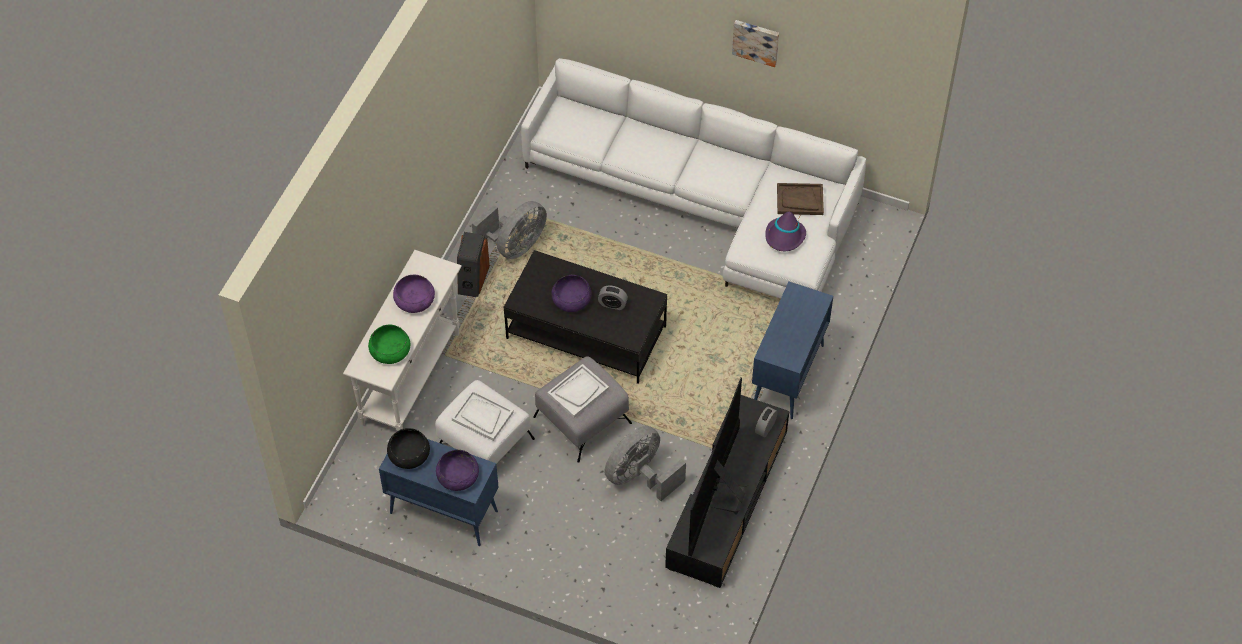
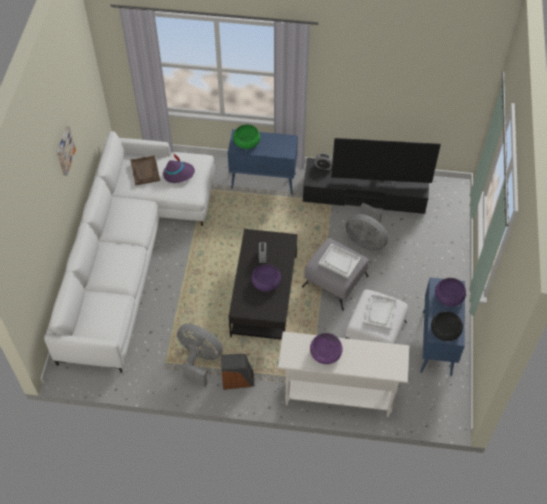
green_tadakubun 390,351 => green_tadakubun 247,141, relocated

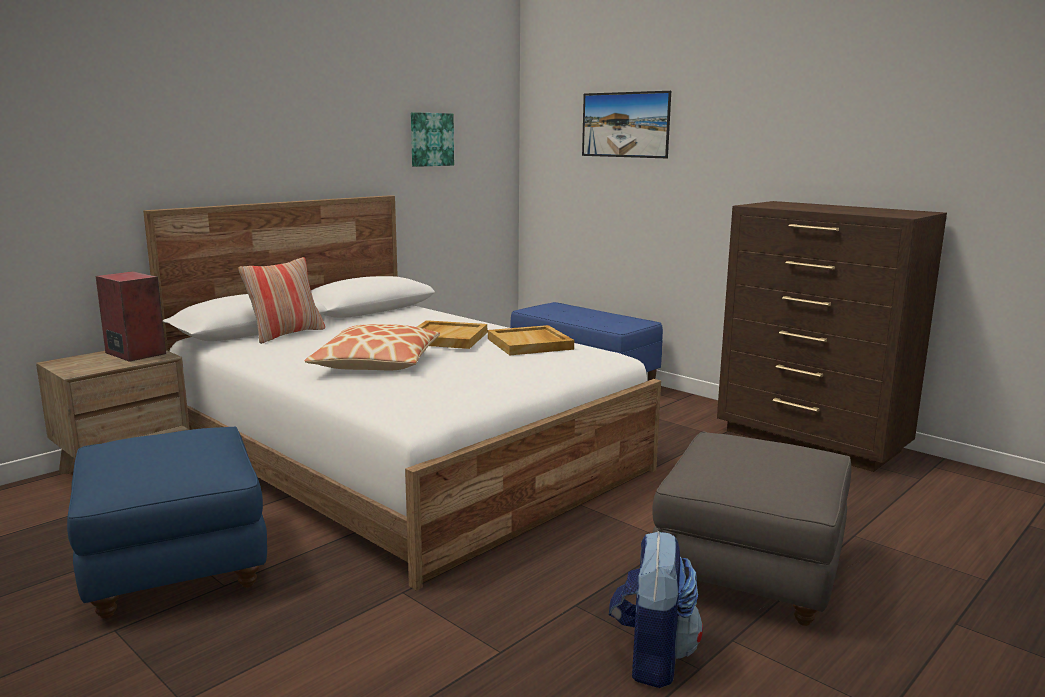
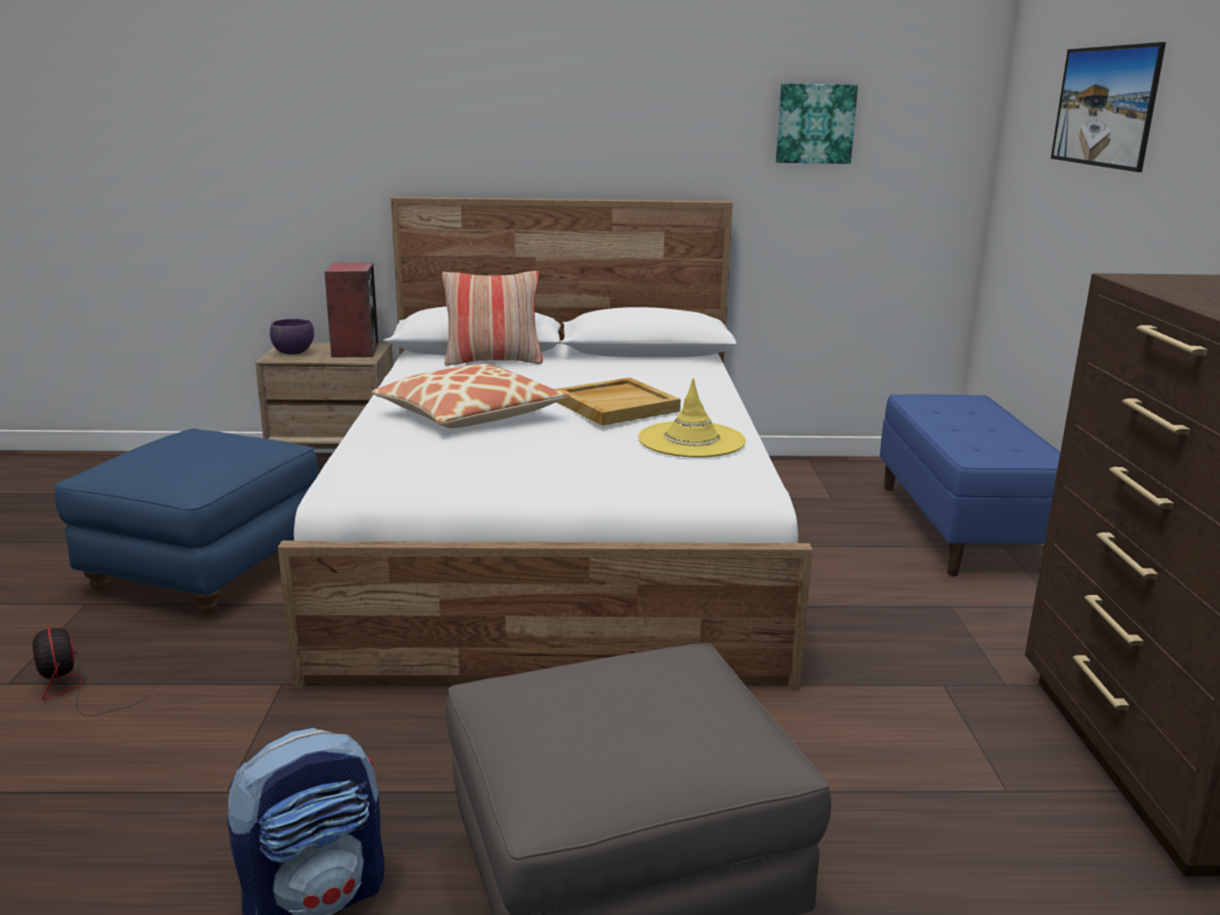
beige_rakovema 530,344 => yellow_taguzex 691,440
nothing => purple_tadakubun 293,353
nothing => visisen 84,689

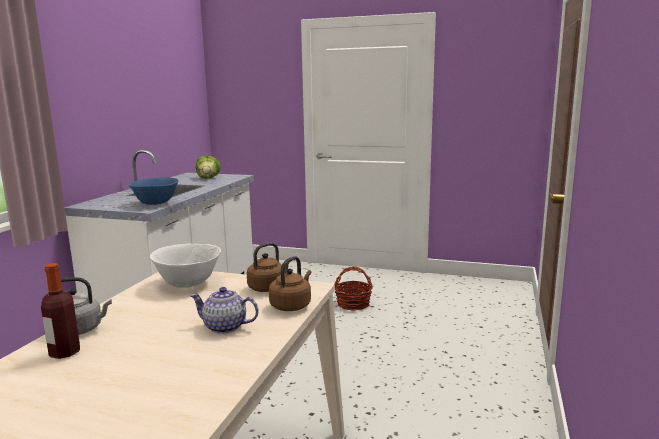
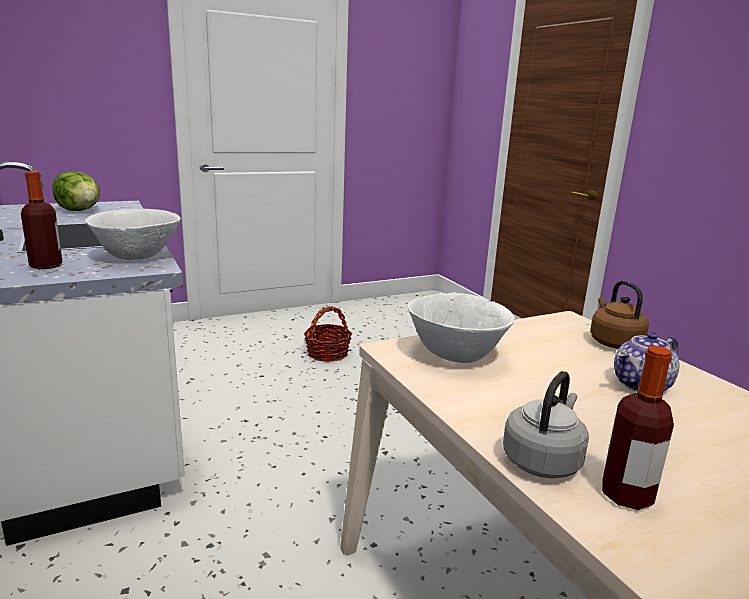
blue_tadakubun 156,204 => white_tadakubun 137,257
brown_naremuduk 268,287 => nothing
nothing => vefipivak 46,266

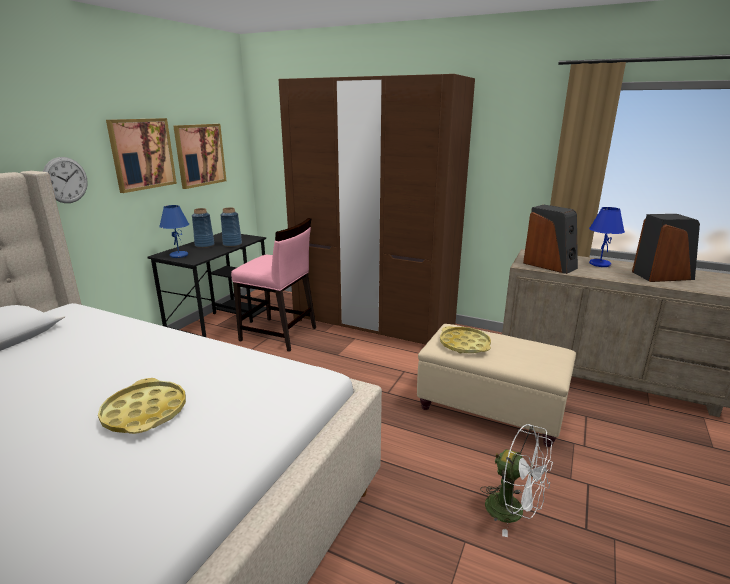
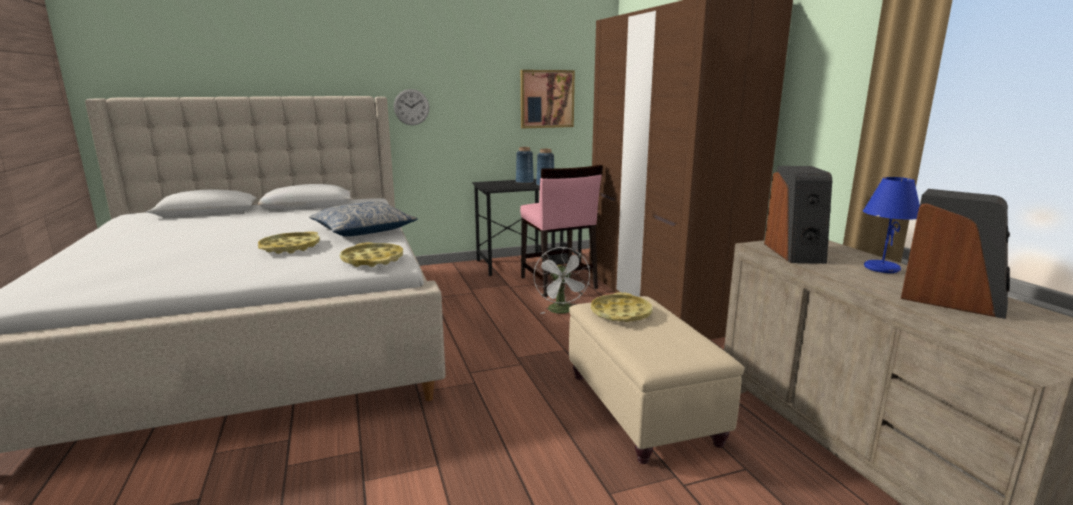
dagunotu 142,154 => nothing
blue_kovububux 179,255 => nothing
white_visisen 513,511 => white_visisen 562,311, relocated
nothing => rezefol 363,230
nothing => yellow_rakovema 372,260

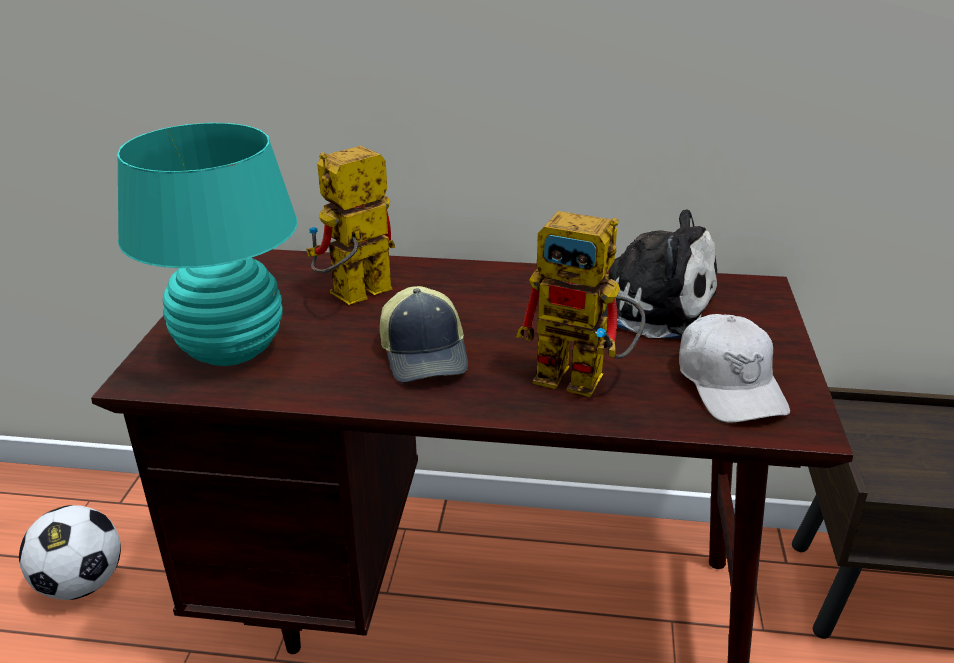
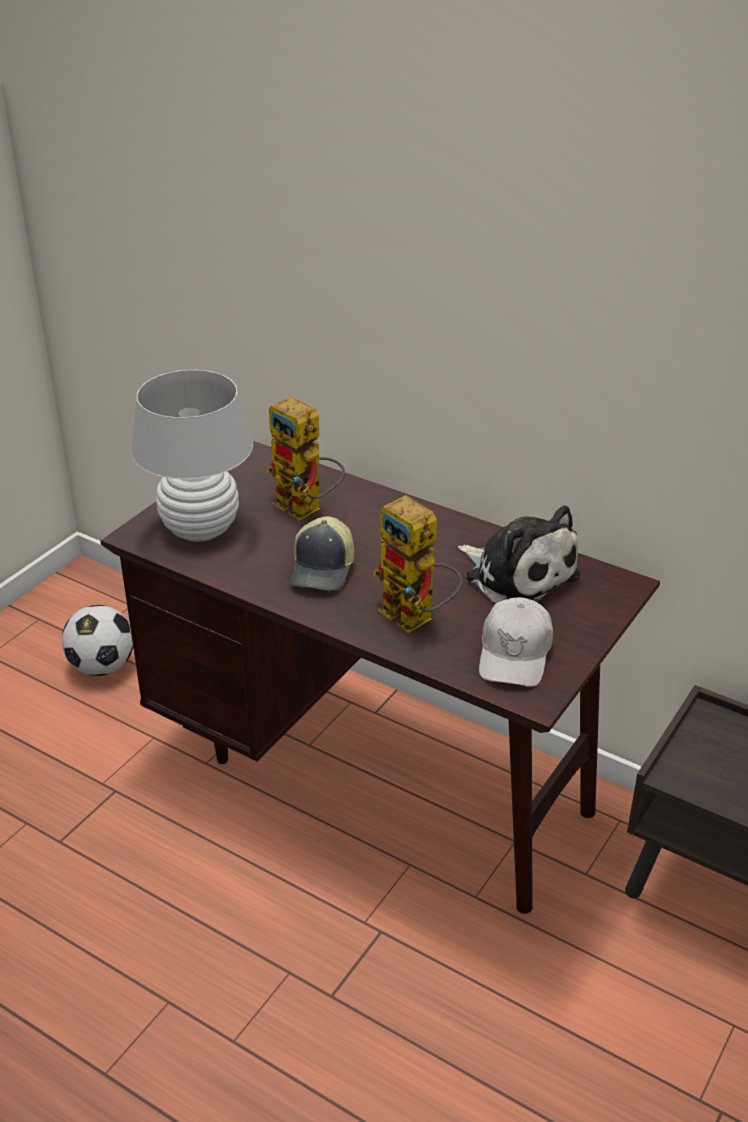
turquoise_kovububux 230,350 => white_kovububux 200,529
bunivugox 353,298 => bunivugox 307,509, 120 degrees counterclockwise

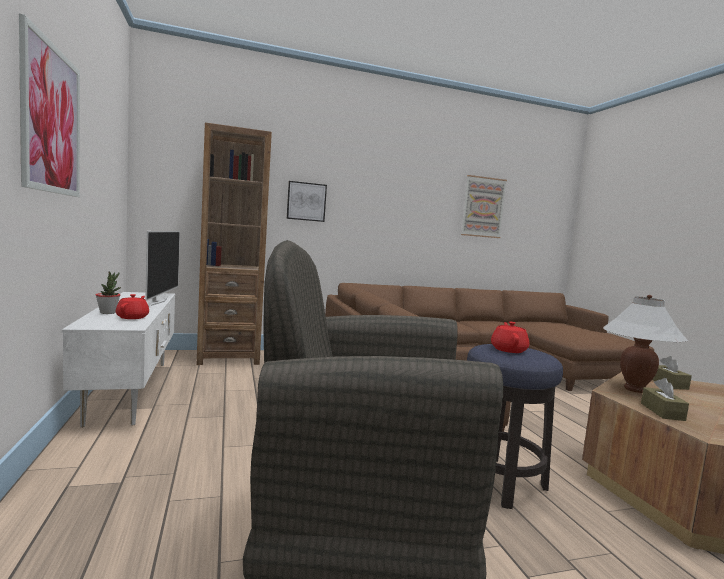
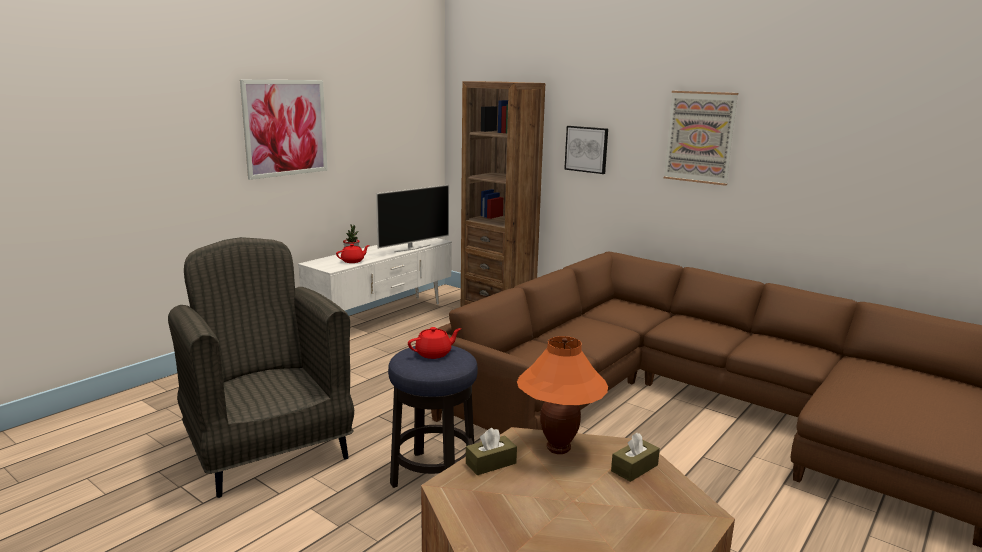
dagunotu 483,207 => dagunotu 700,137, relocated
white_kovububux 634,389 => orange_kovububux 558,448

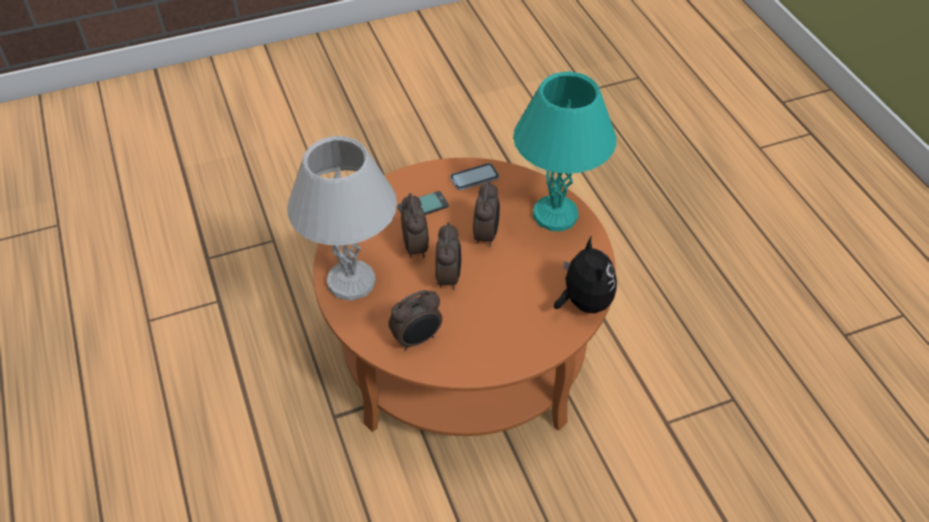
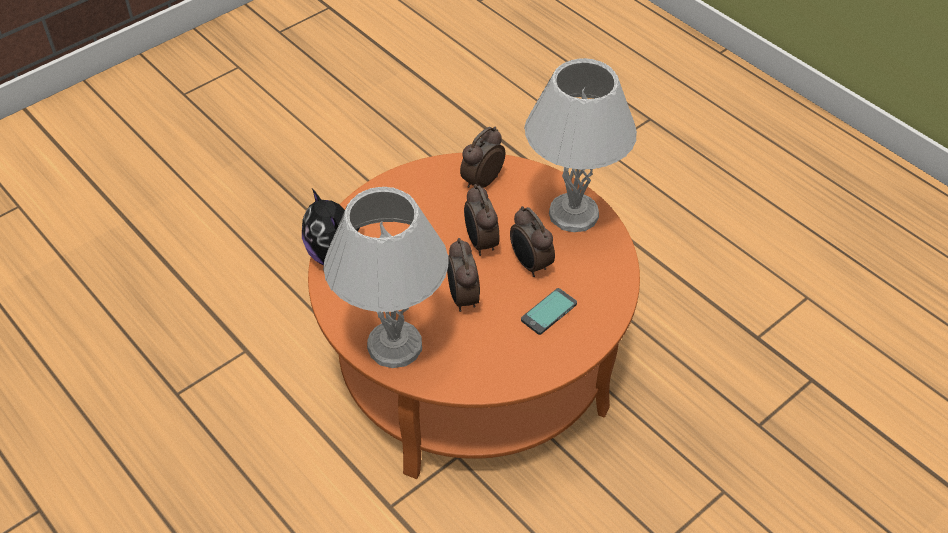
turquoise_kovububux 557,215 => white_kovububux 392,345
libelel 474,178 => nothing

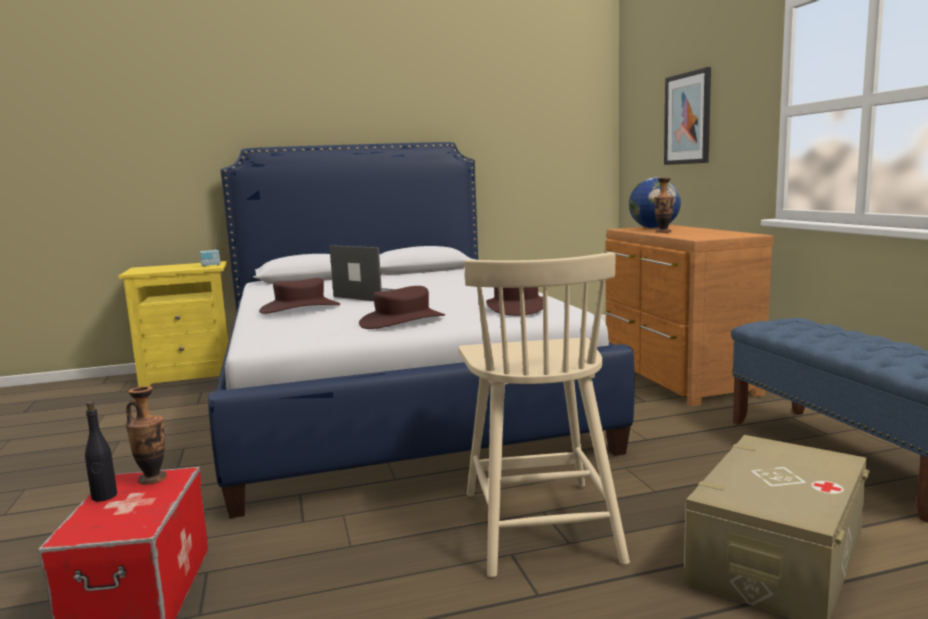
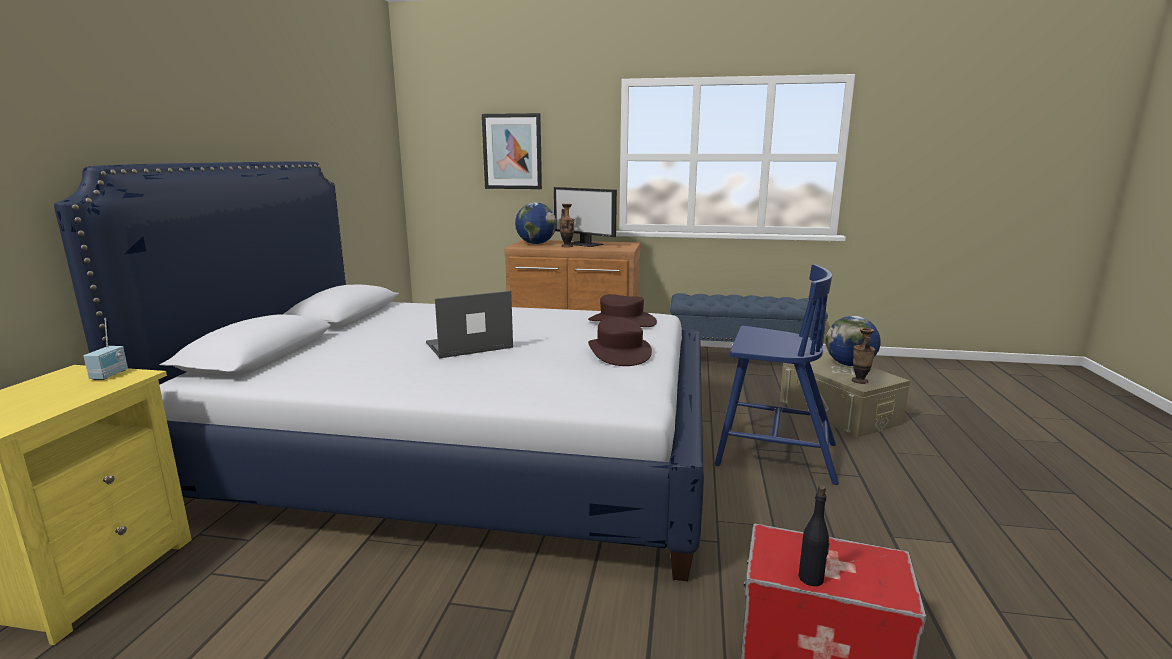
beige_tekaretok 539,523 => blue_tekaretok 773,454
brown_taguzex 300,308 => nothing
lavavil 152,479 => lavavil 859,381, relocated
nothing => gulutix 584,244
nothing => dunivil 849,365

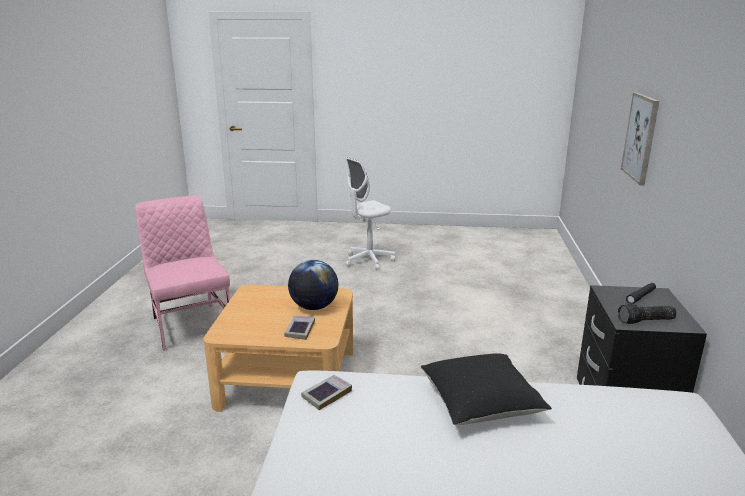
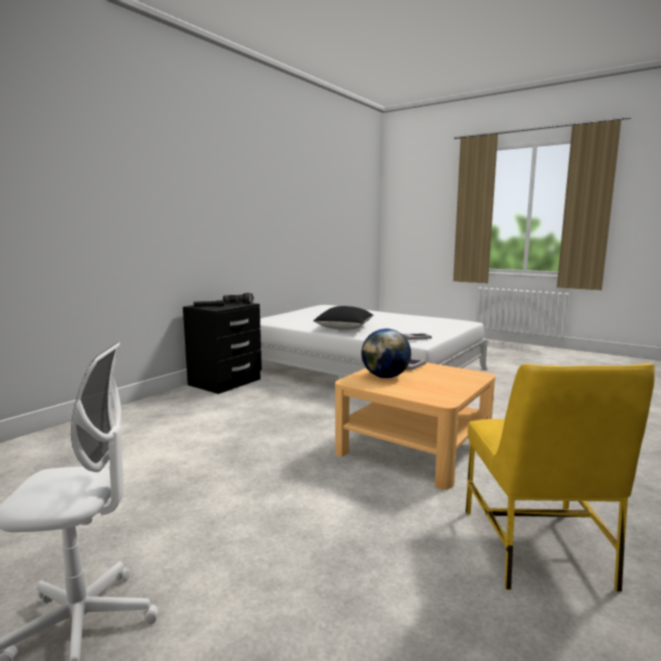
dagunotu 641,137 => nothing
pink_tekaretok 190,325 => yellow_tekaretok 537,548

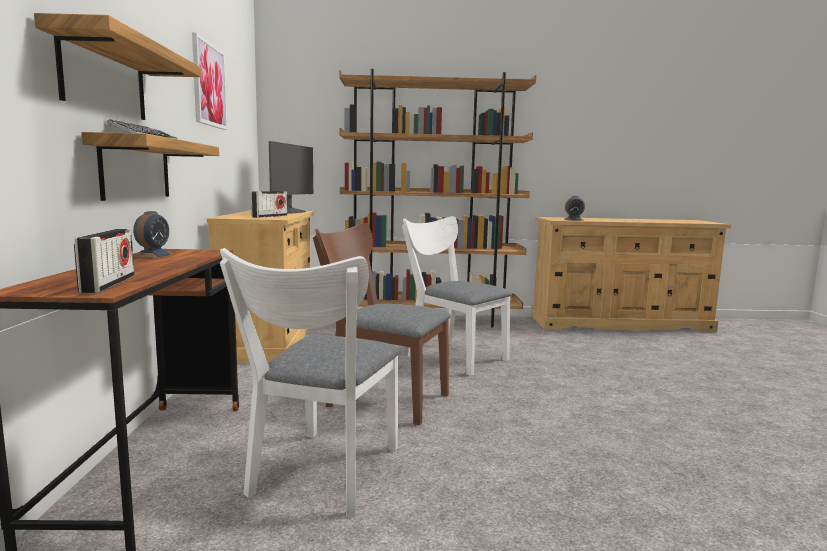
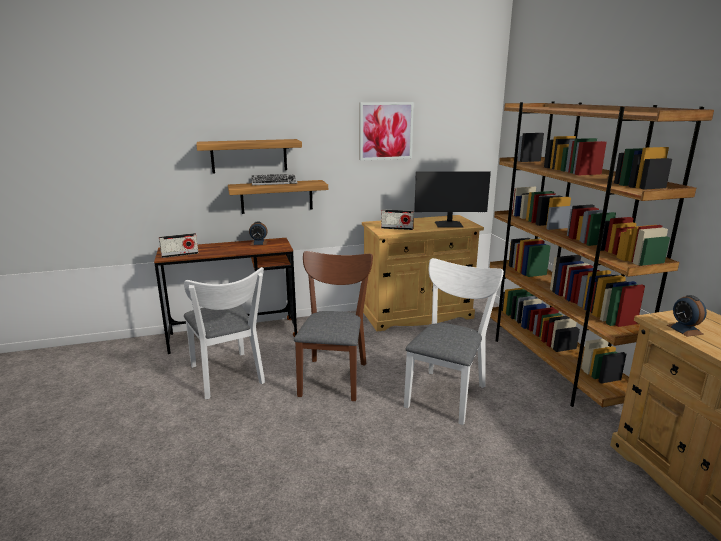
white_tekaretok 322,476 => white_tekaretok 228,377, 120 degrees counterclockwise

